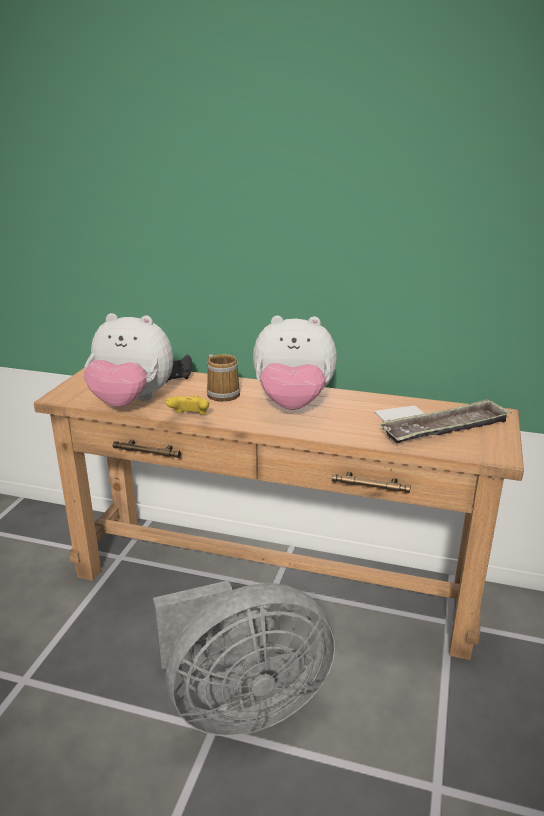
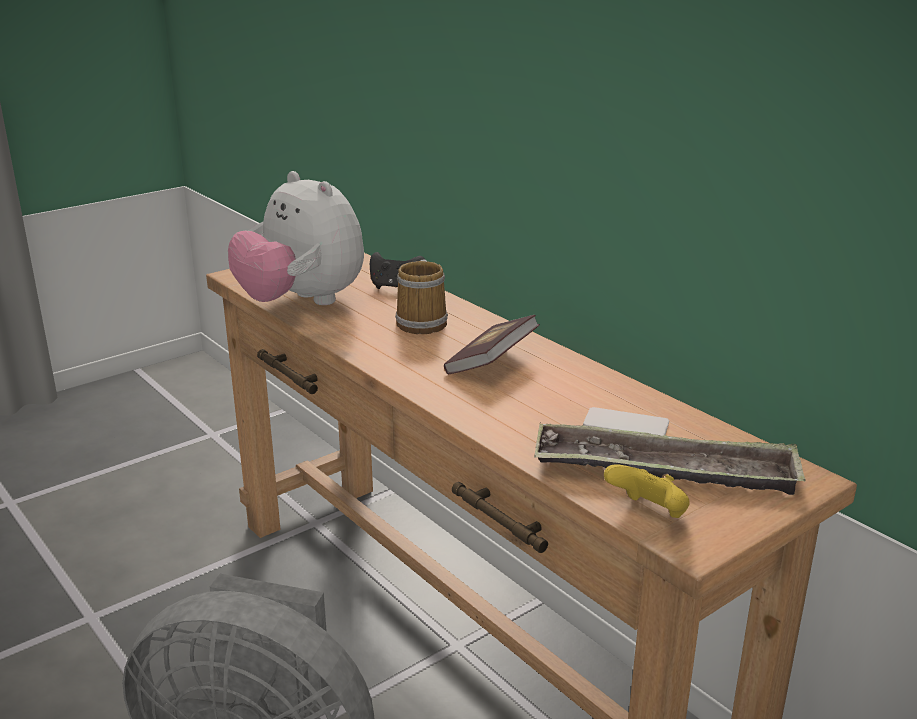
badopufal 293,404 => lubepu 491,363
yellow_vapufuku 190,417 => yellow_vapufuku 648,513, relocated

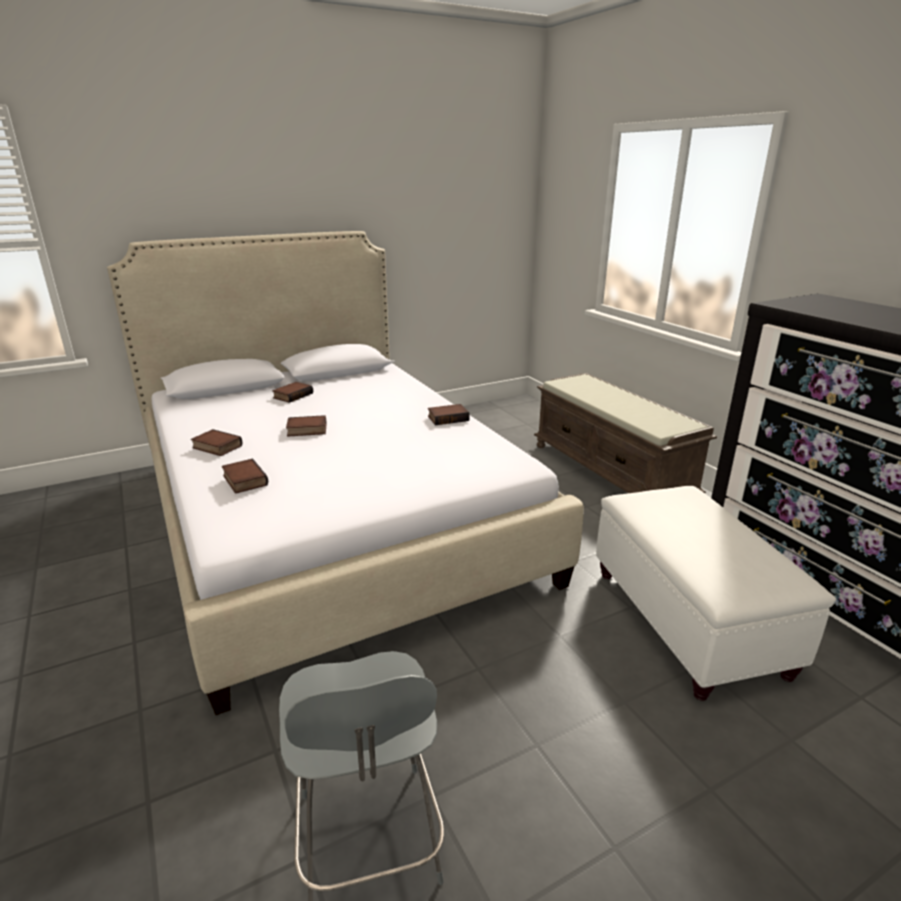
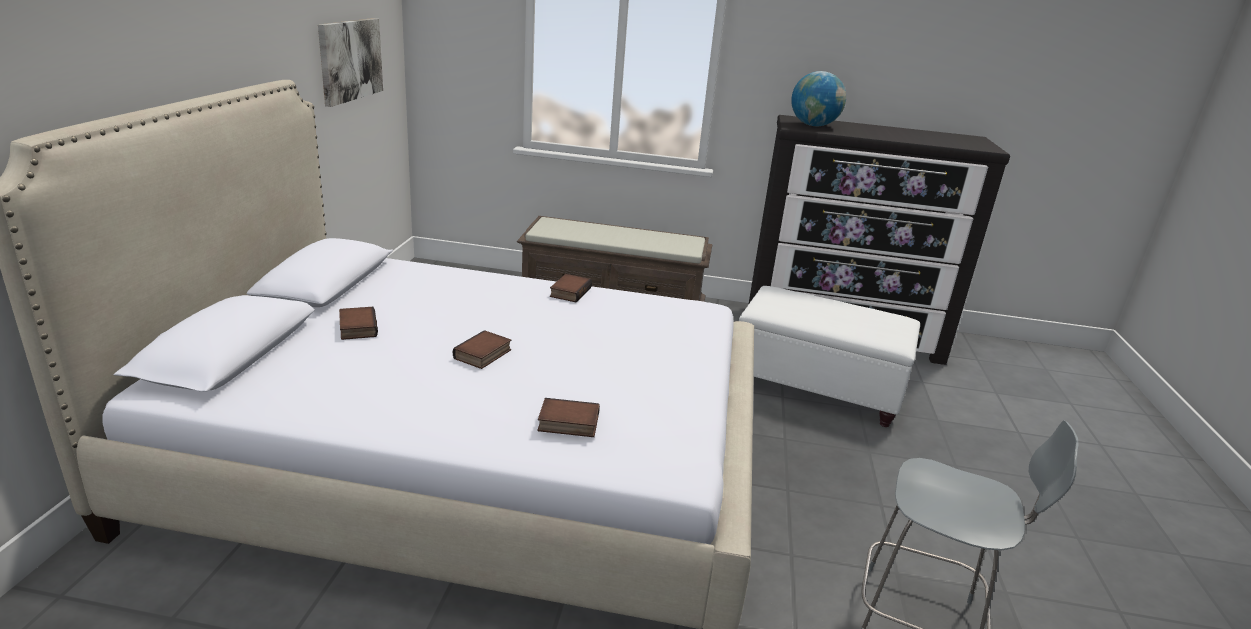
lubepu 216,447 => nothing
nothing => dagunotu 350,60
nothing => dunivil 813,125

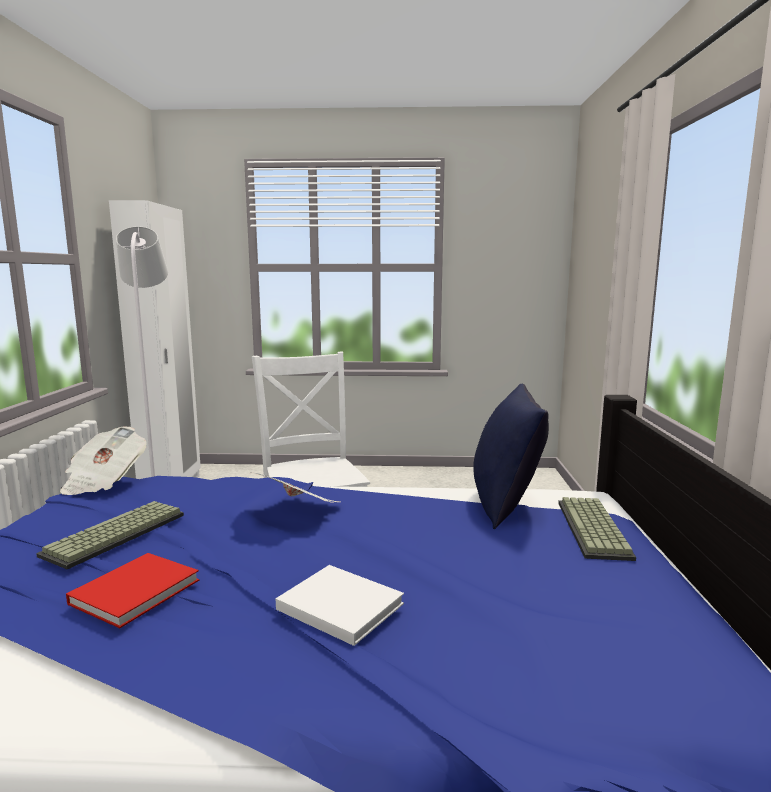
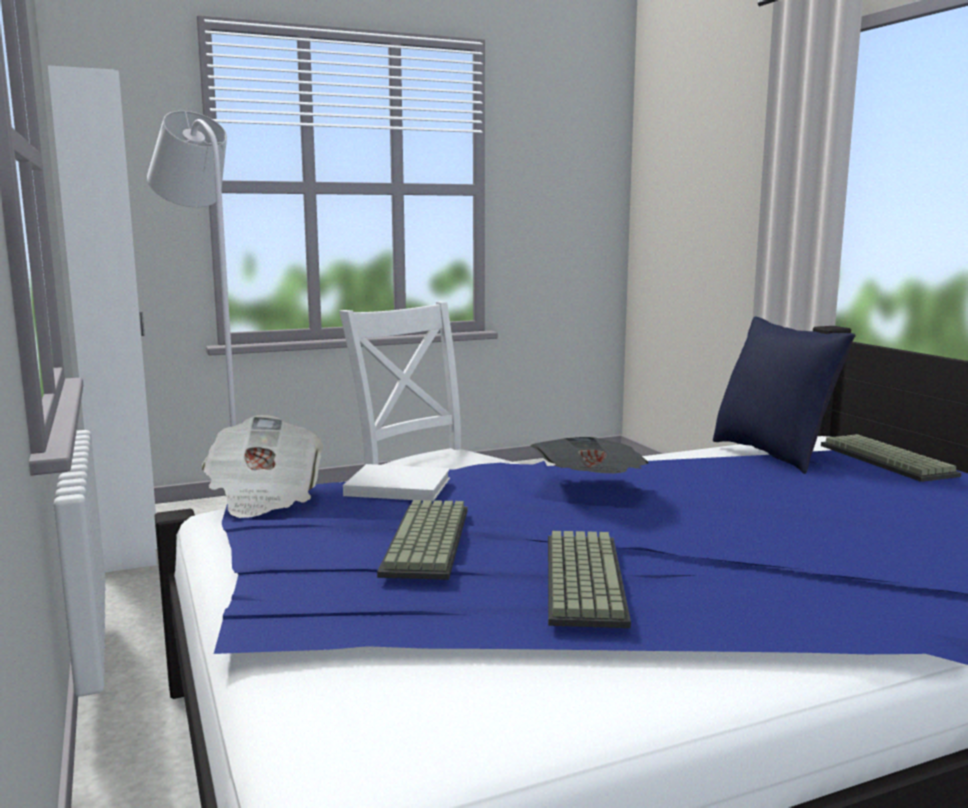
red_lubepu 138,590 => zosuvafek 580,578
white_lubepu 337,605 => white_lubepu 395,486, relocated

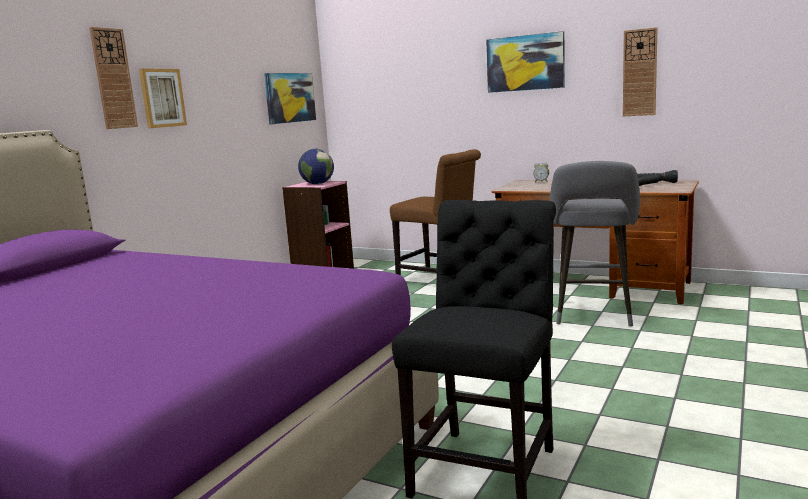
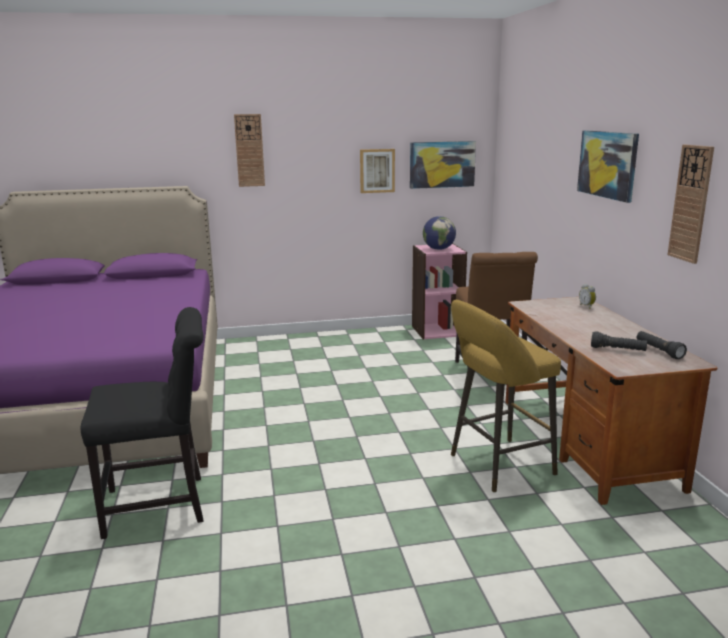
dagunotu 162,98 => dagunotu 377,170, relocated
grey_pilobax 593,315 => yellow_pilobax 496,465

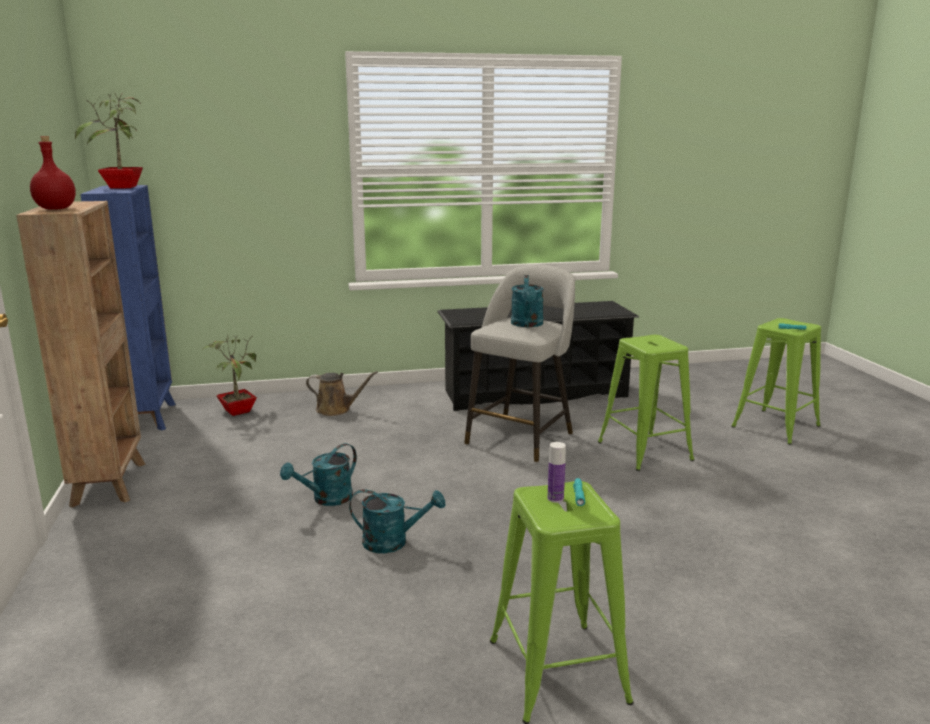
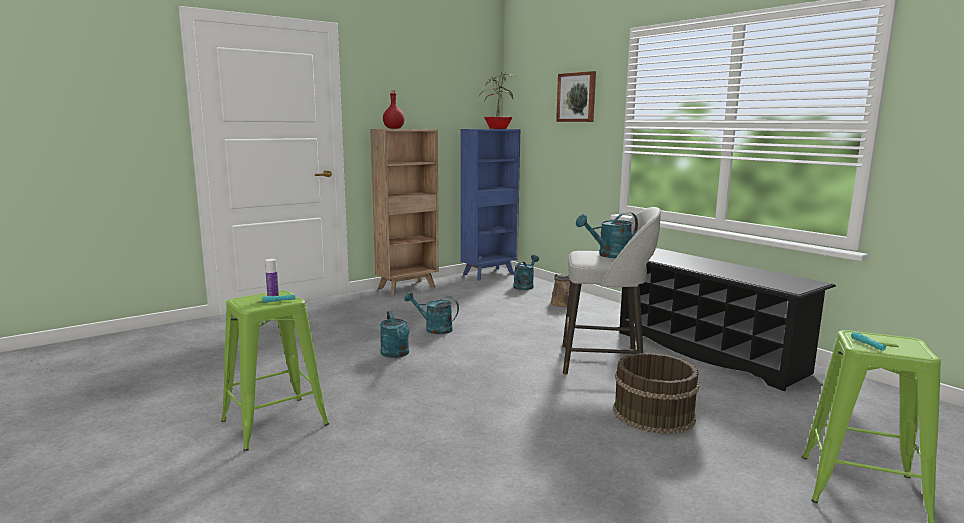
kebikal 237,411 => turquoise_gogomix 525,286
green_pilobax 644,451 => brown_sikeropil 653,414
nothing => dagunotu 577,97

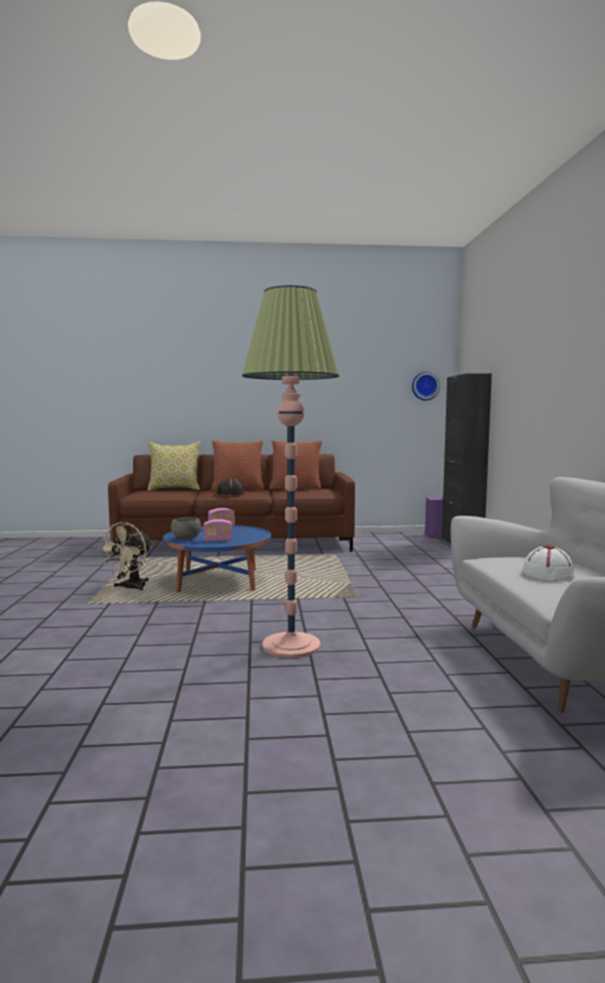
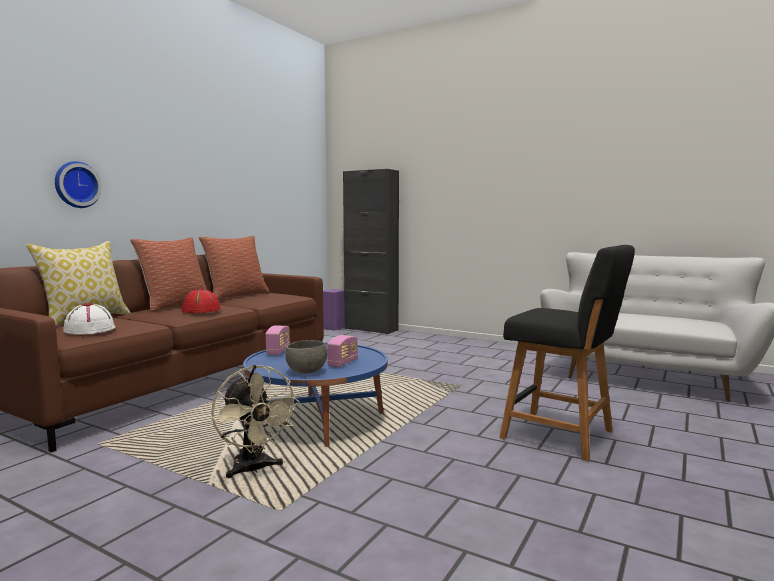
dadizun 291,645 => black_pilobax 563,436
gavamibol 425,386 => gavamibol 76,185, relocated
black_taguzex 230,493 => red_taguzex 201,310
white_taguzex 548,573 => white_taguzex 90,329, relocated

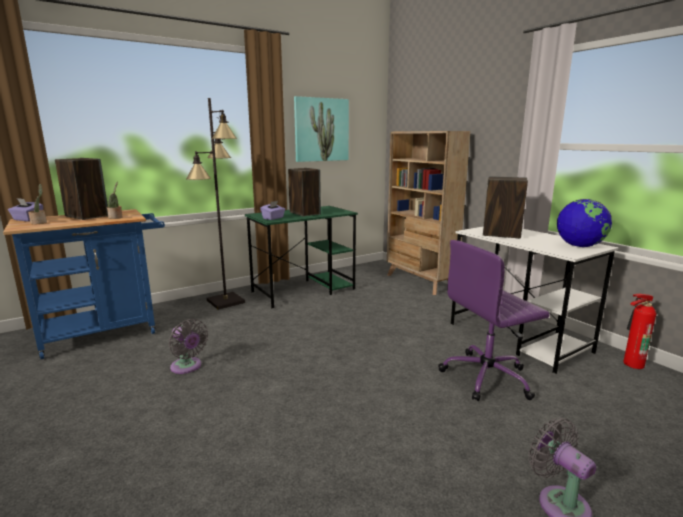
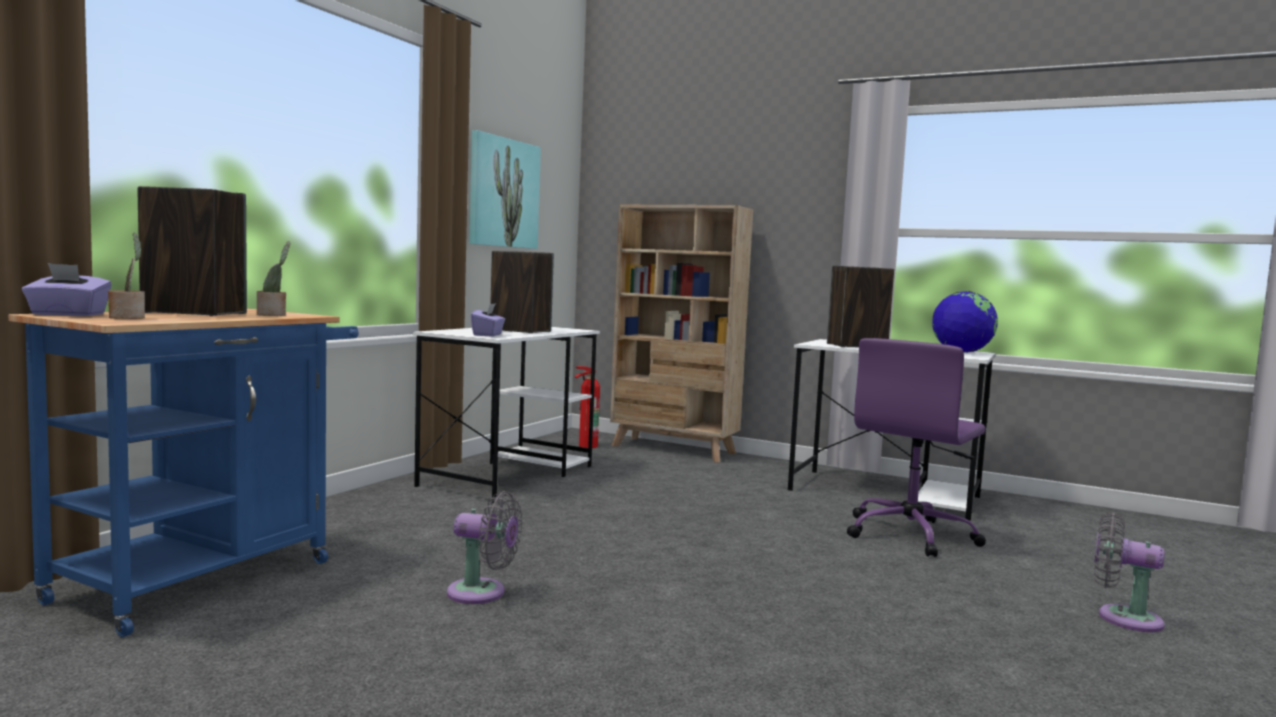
black_dadizun 225,302 => nothing
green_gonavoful 304,290 => white_gonavoful 509,475
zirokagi 630,364 => zirokagi 585,446, relocated

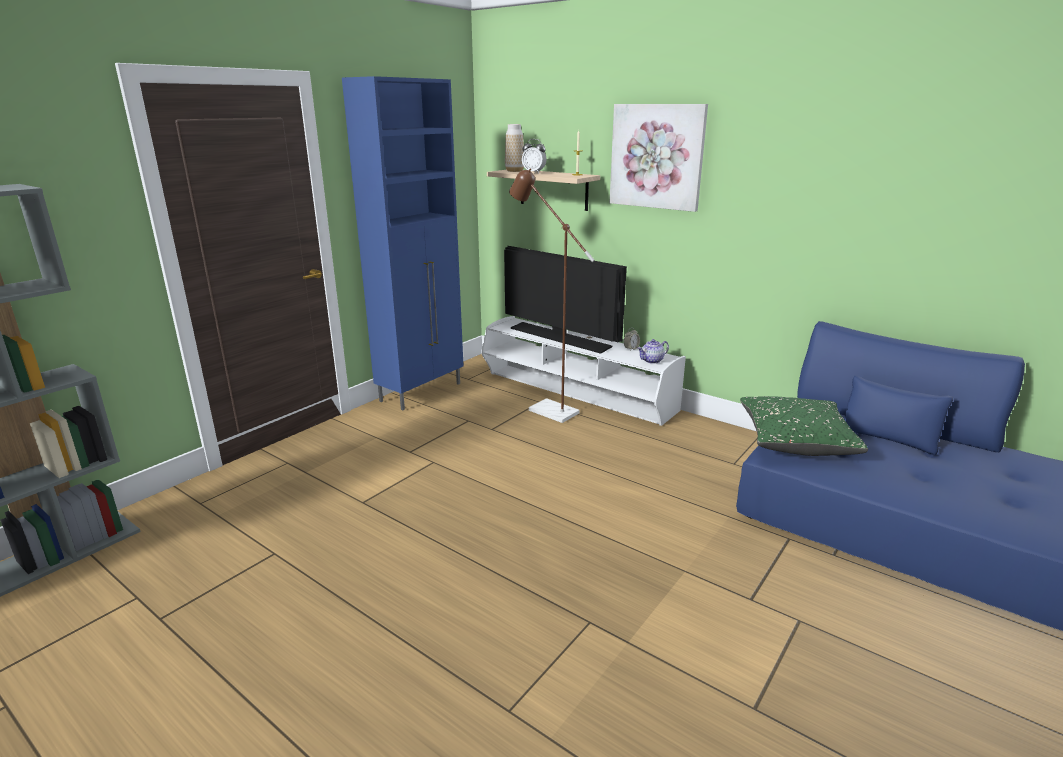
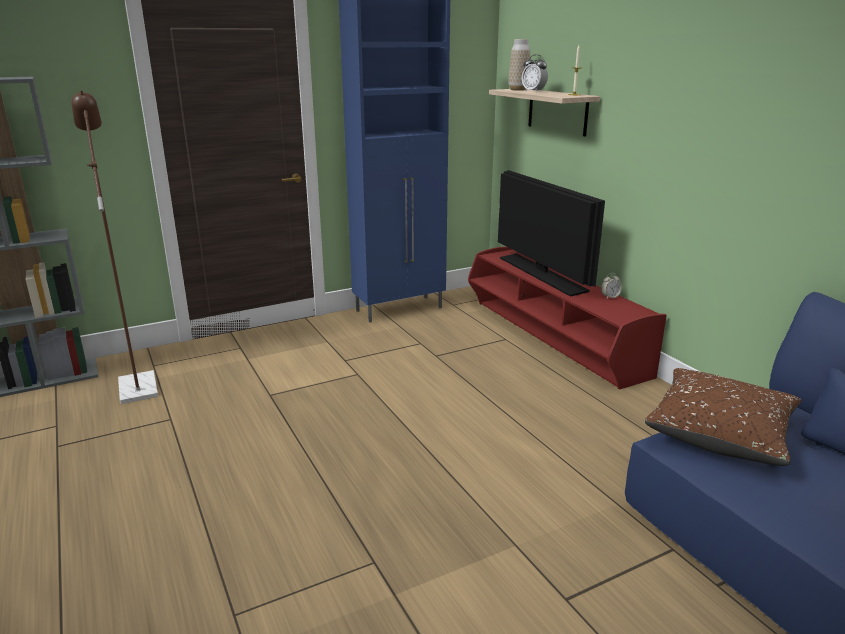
dagunotu 657,156 => nothing
brown_dadizun 546,409 => brown_dadizun 137,383, relocated
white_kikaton 576,393 => red_kikaton 551,338
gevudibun 652,361 => nothing
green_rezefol 796,440 => brown_rezefol 720,433

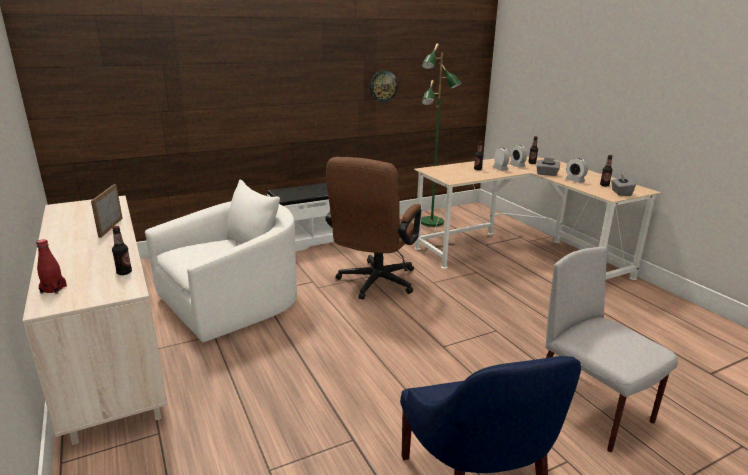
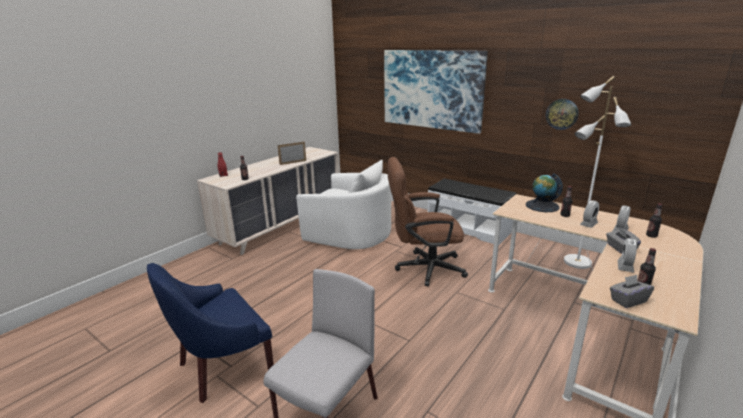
green_dadizun 432,222 => white_dadizun 577,262
nothing => dagunotu 431,89
nothing => dunivil 542,206

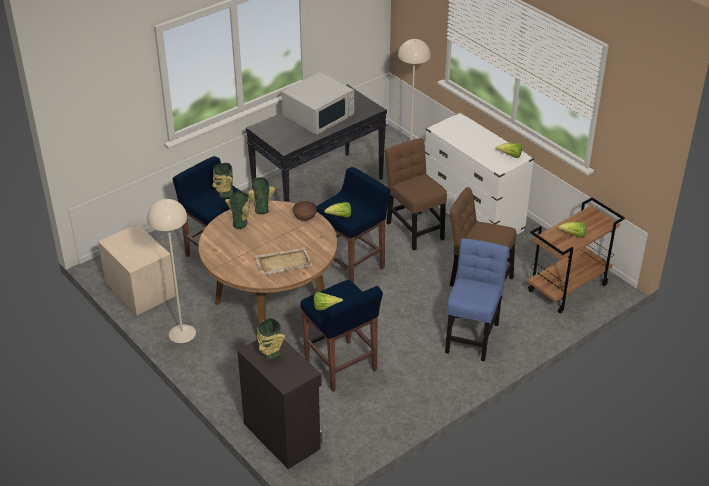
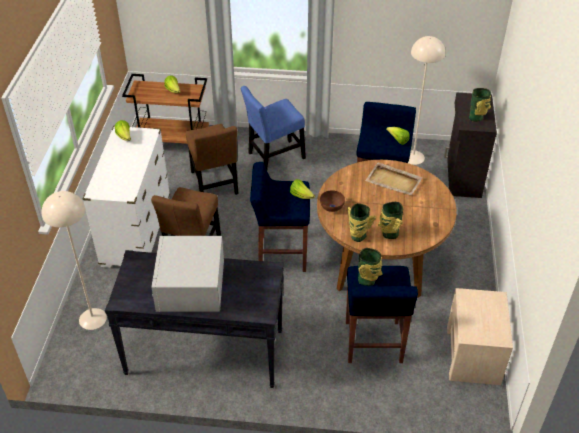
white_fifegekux 319,116 => white_fifegekux 190,287, 90 degrees counterclockwise
beige_dadizun 182,333 => beige_dadizun 413,157, relocated

